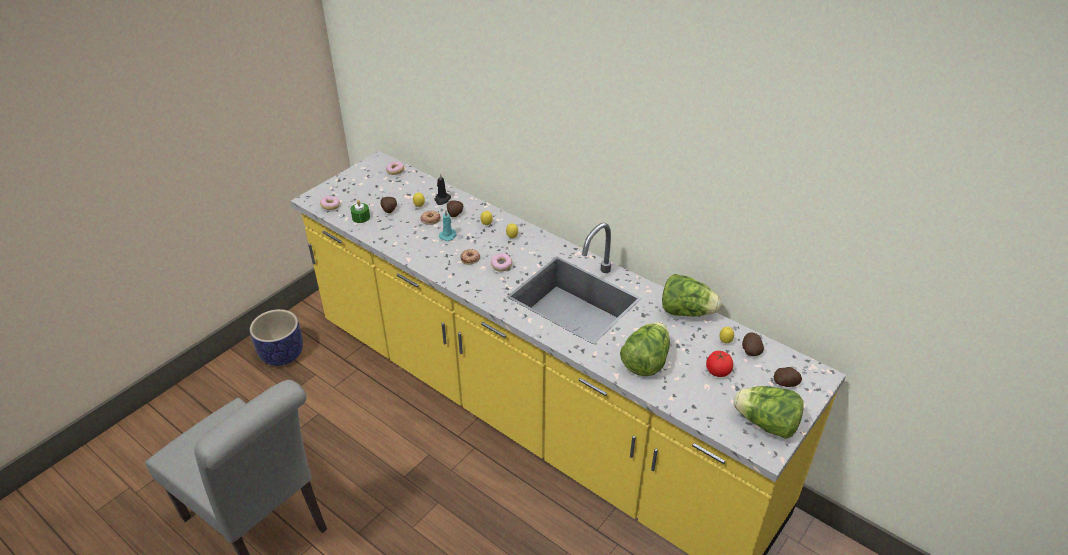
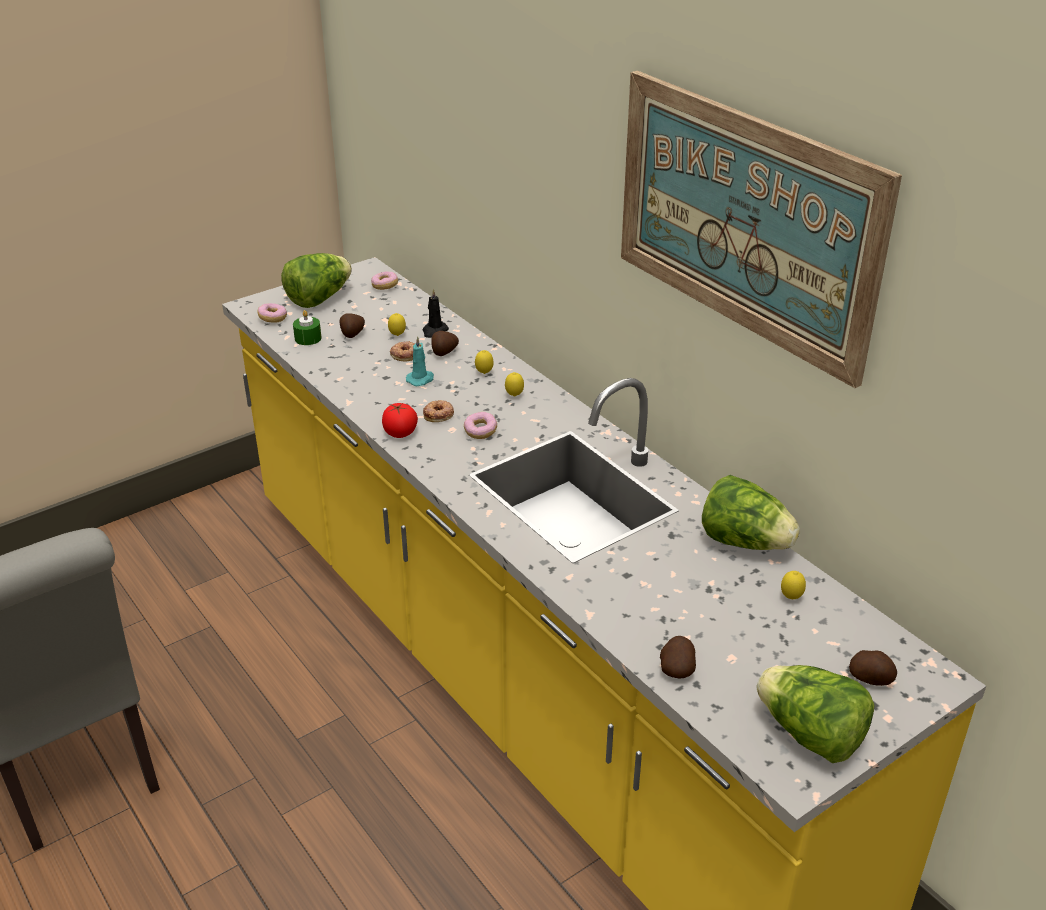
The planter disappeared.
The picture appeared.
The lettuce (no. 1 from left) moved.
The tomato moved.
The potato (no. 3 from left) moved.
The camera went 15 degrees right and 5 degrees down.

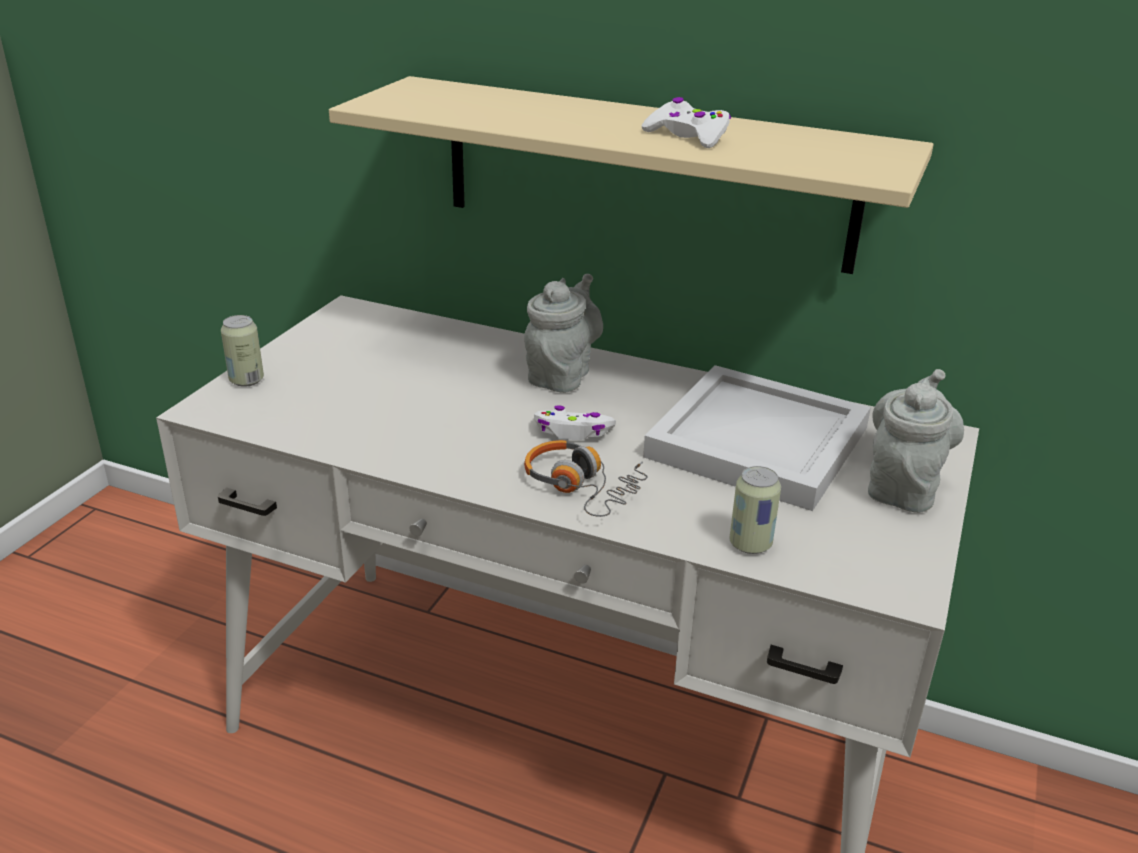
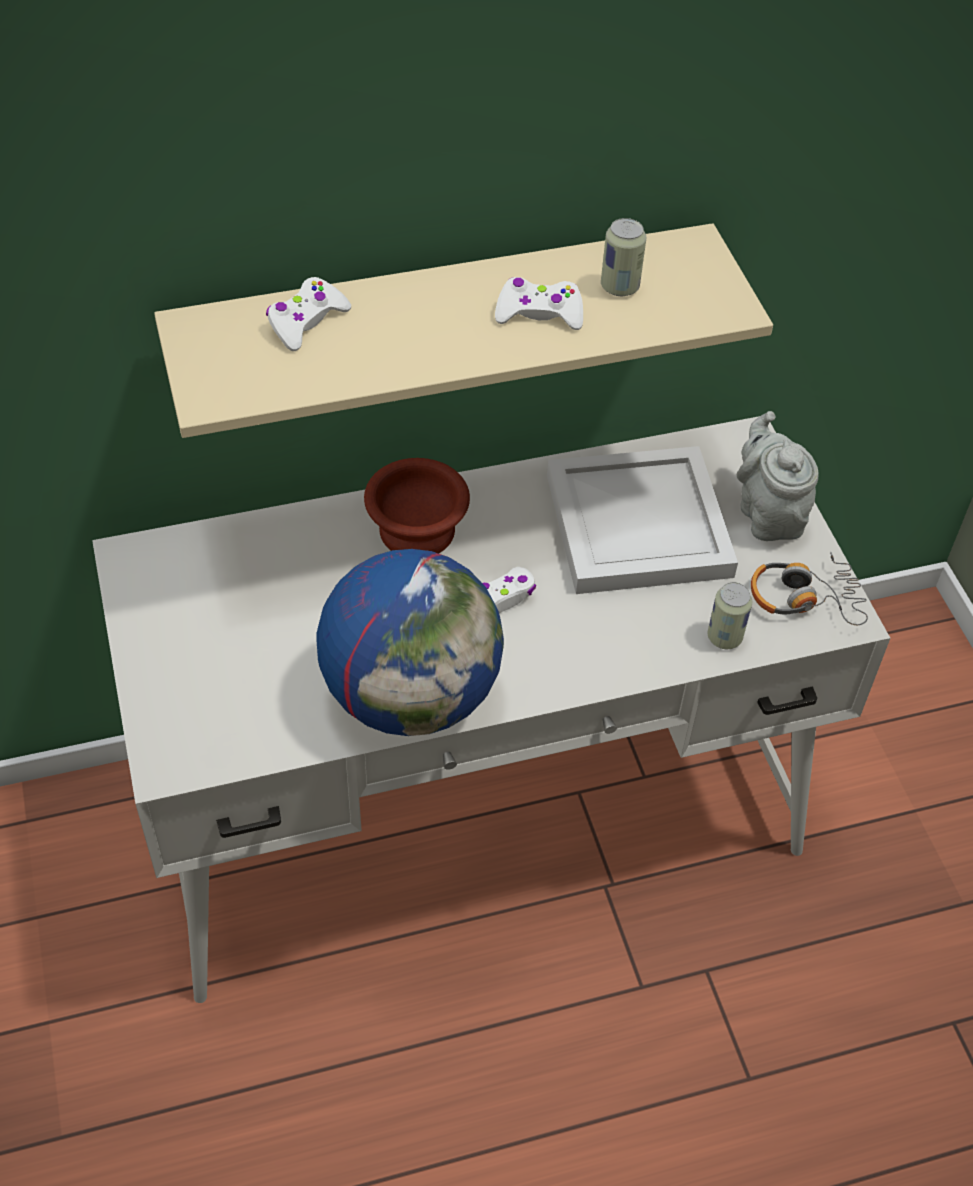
The game controller (white) (no. 1 from left) appeared.
The globe appeared.
The can (no. 1 from left) moved.
The headphones moved.
The teapot (grey) (no. 1 from left) was replaced by the bowl (brown).
The camera went 40 degrees left and 20 degrees up.

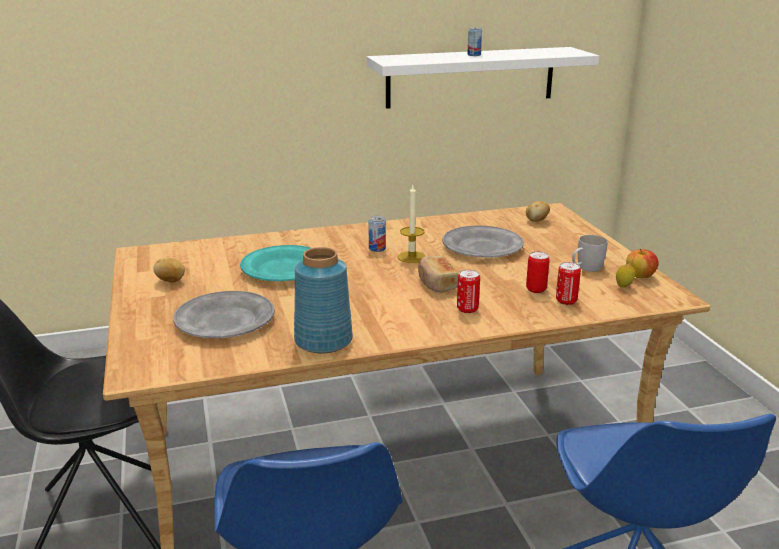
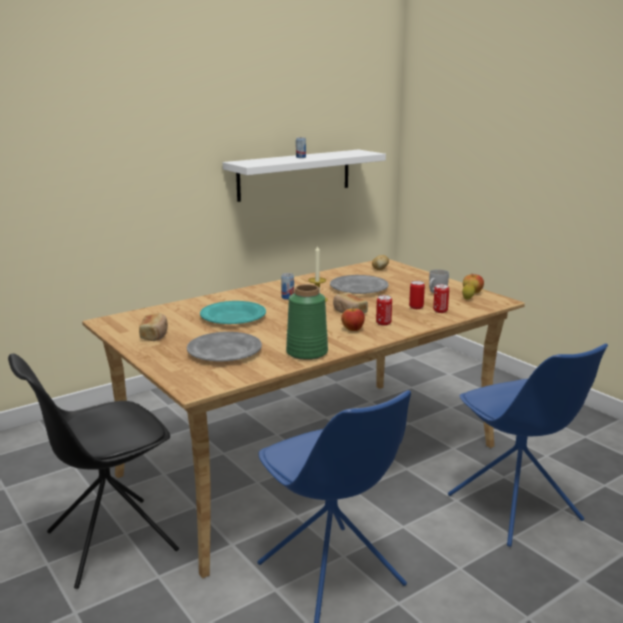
The apple (no. 1 from left) appeared.
The potato (no. 1 from left) was replaced by the bread (no. 1 from left).
The vase (blue) became the vase (green).
The camera went 20 degrees left and 5 degrees down.

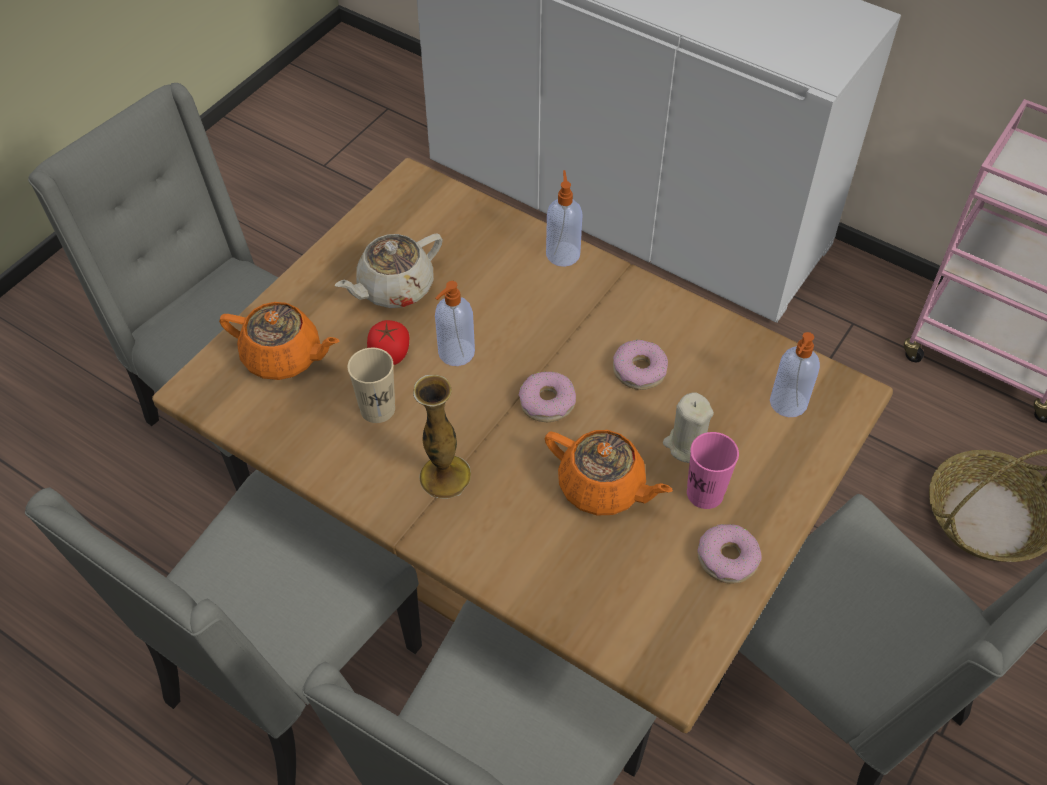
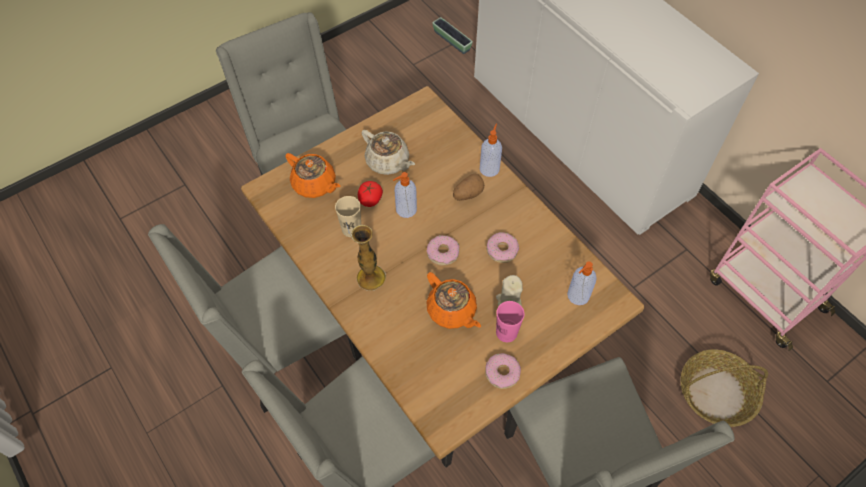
The planter appeared.
The potato appeared.
The teapot (beige) turned 120 degrees counterclockwise.
The camera went 20 degrees right and 5 degrees up.

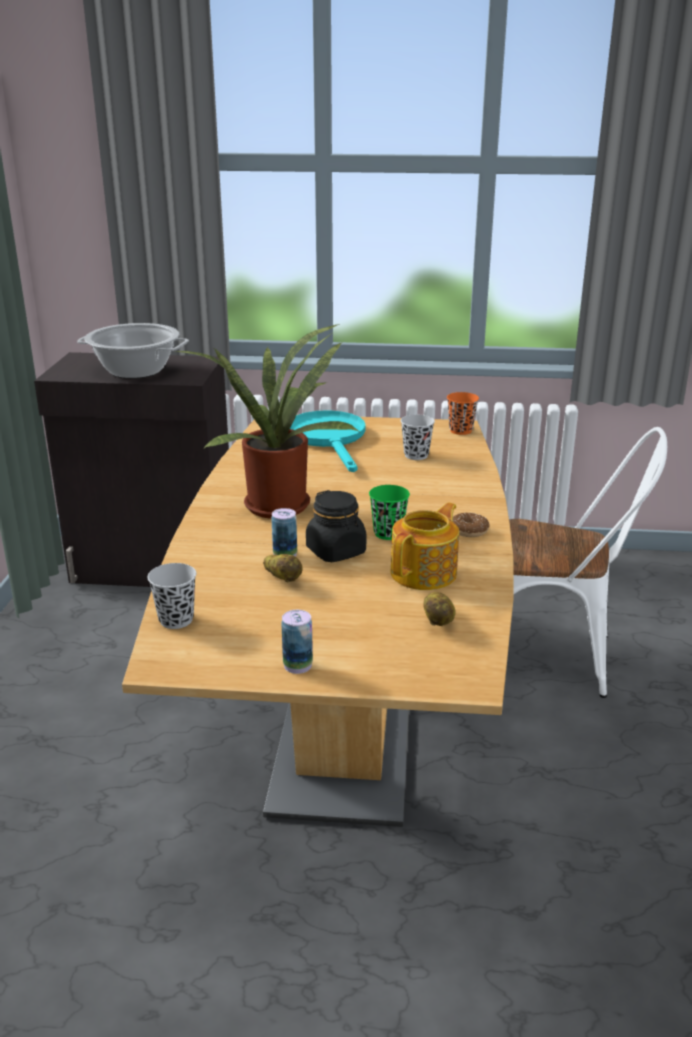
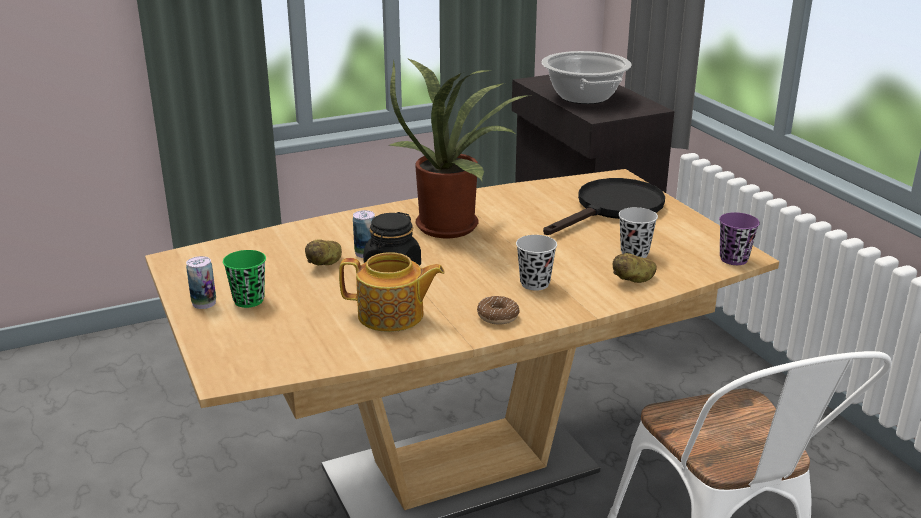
The cup (black) (no. 1 from left) moved.
The cup (green) moved.
The potato (no. 2 from left) moved.
The frying pan (turquoise) became the frying pan (black).
The cup (orange) became the cup (purple).
The camera went 60 degrees right and 0 degrees up.

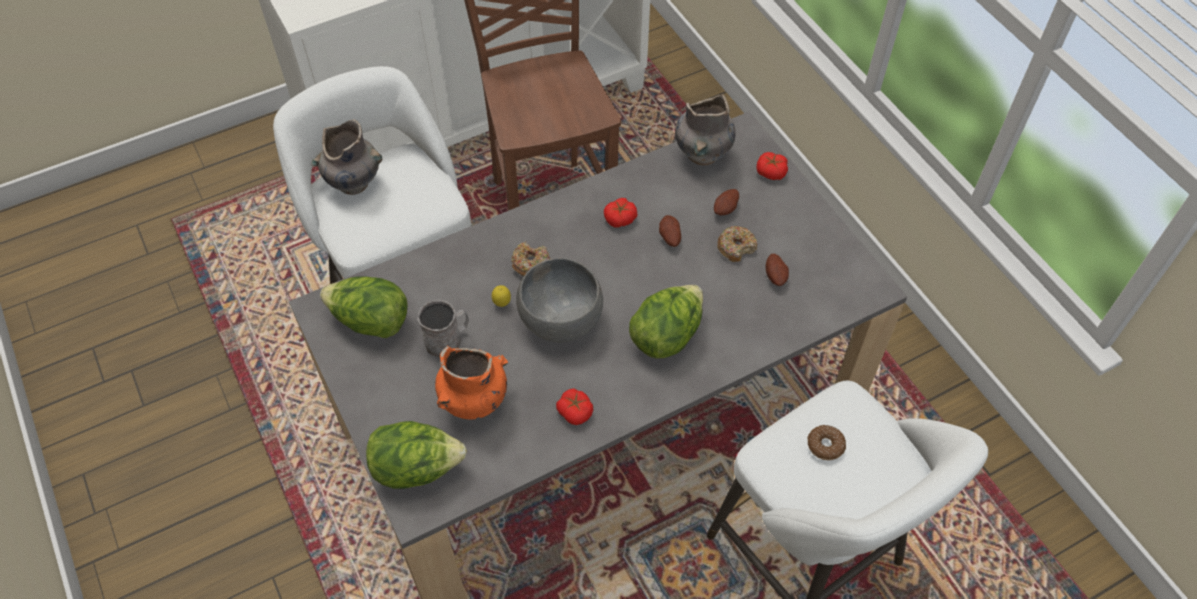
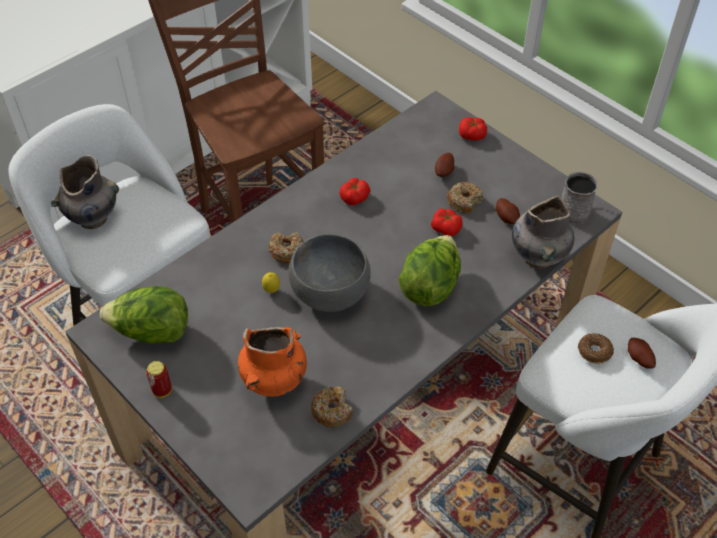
The lettuce (no. 2 from left) disappeared.
The can appeared.
The donut (no. 2 from left) appeared.
The mug (grey) moved.
The tomato (no. 1 from left in the first image) moved.
The potato (no. 1 from left in the first image) moved.
The vase (grey) (no. 2 from left) moved.
The camera went 15 degrees left and 5 degrees down.

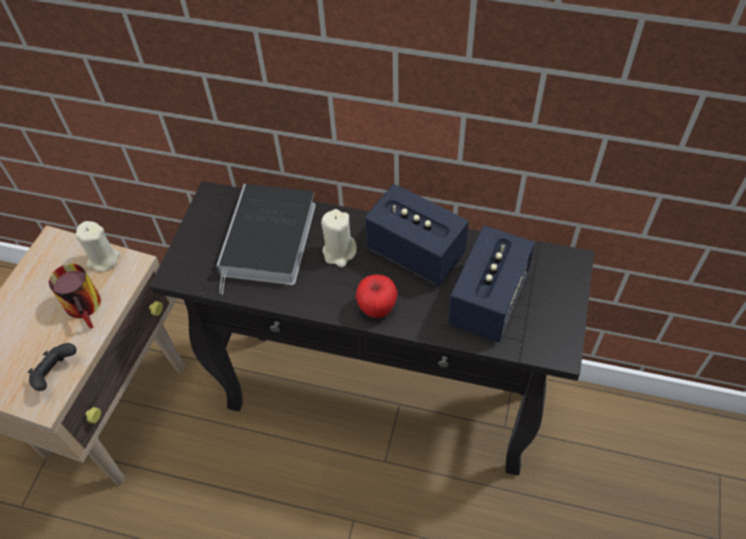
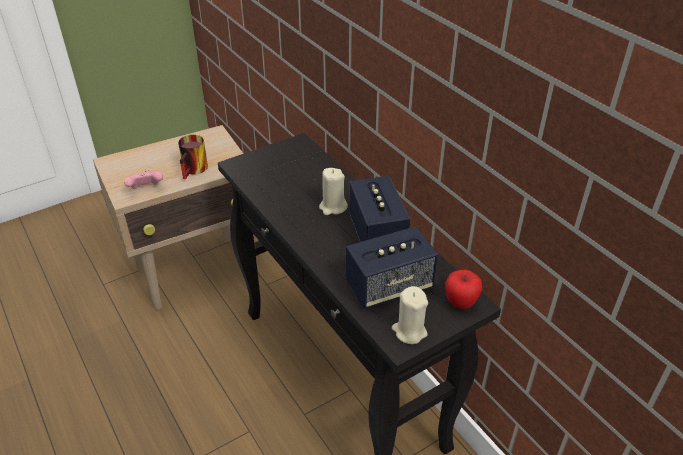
The book disappeared.
The candle (beige) (no. 1 from left in the first image) moved.
The apple moved.
The game controller (black) became the game controller (pink).
The camera went 40 degrees right and 15 degrees down.

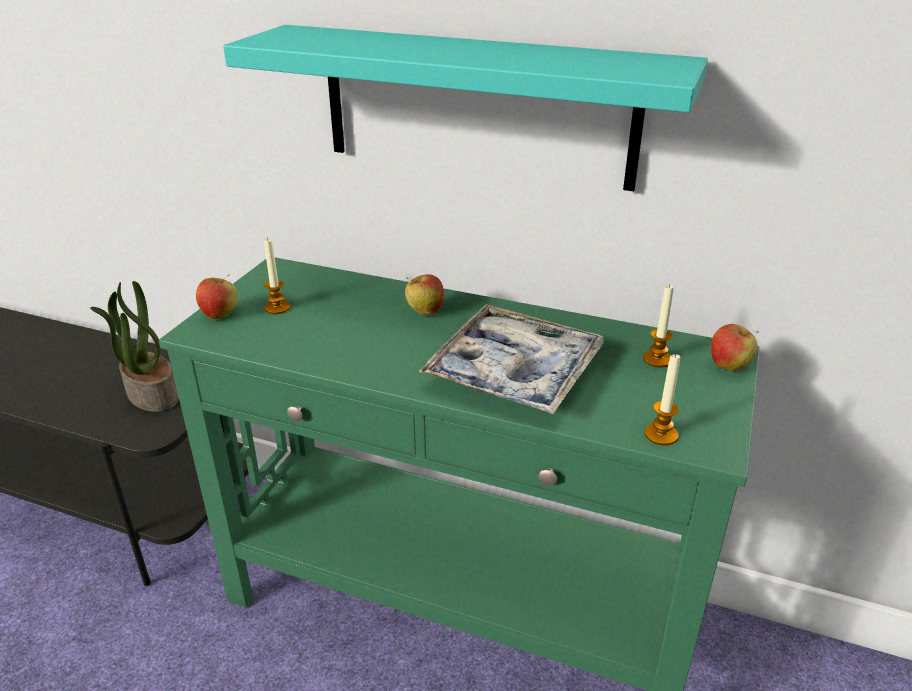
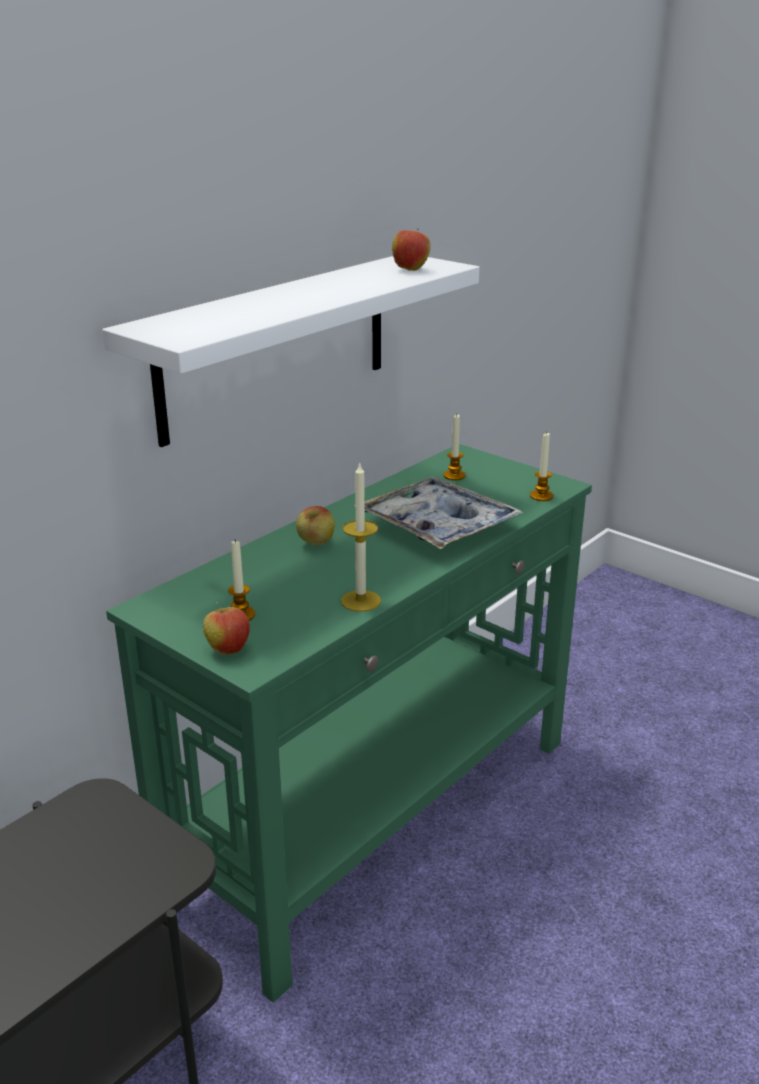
The potted plant disappeared.
The candle (no. 2 from left) appeared.
The apple (no. 3 from left) moved.
The shelf (turquoise) became the shelf (white).
The camera went 70 degrees left and 5 degrees down.

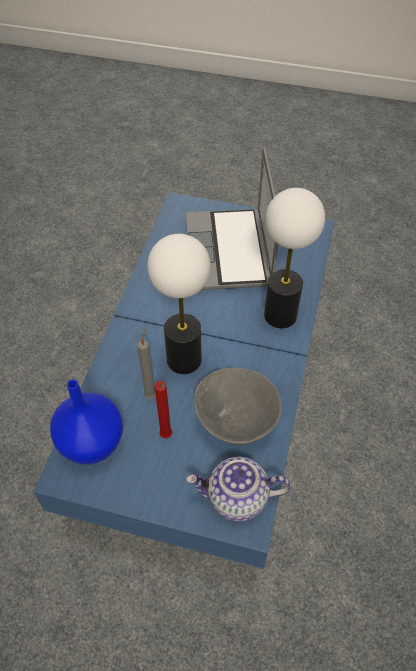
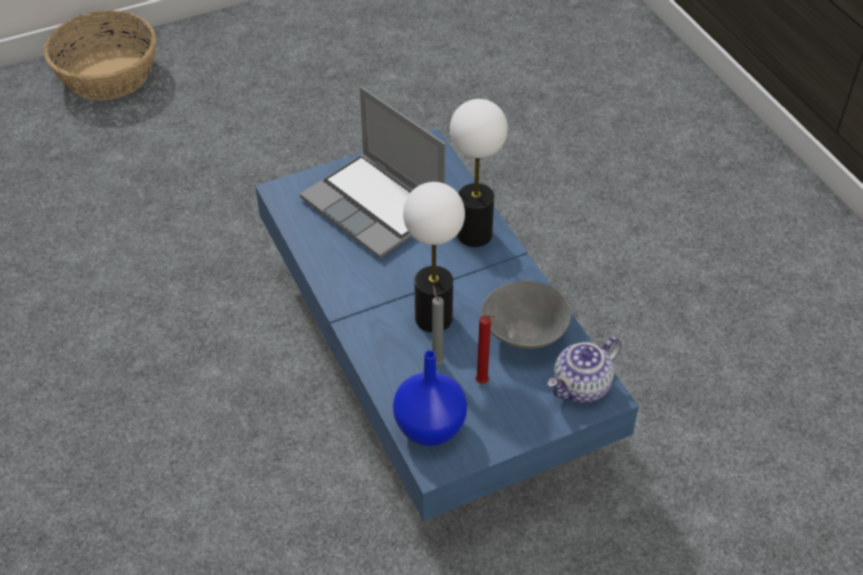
The basket appeared.
The camera went 40 degrees left and 5 degrees down.

